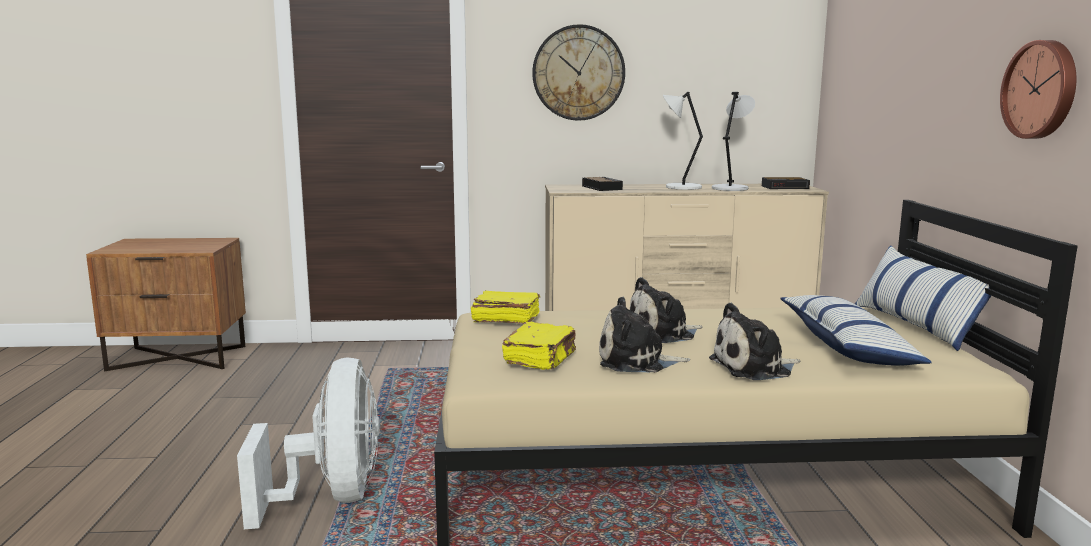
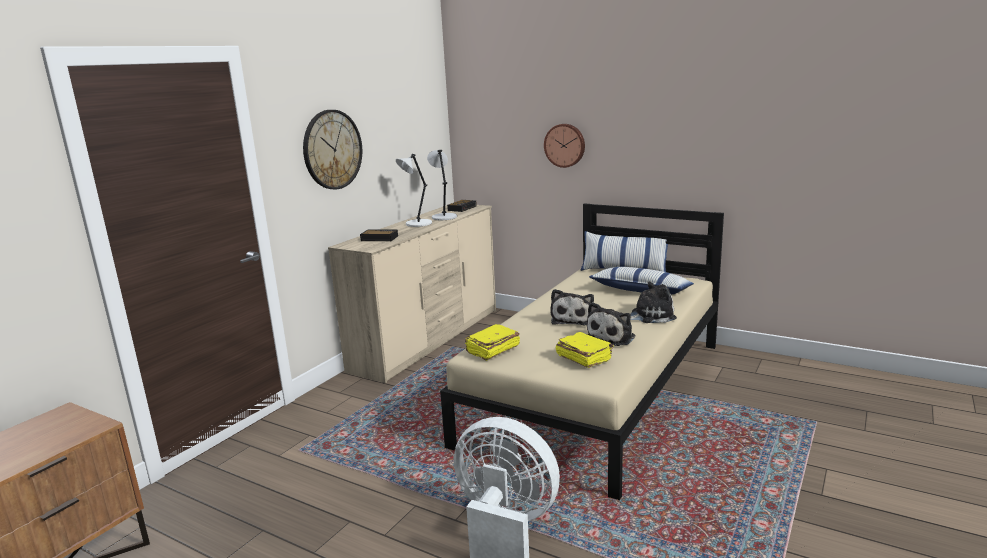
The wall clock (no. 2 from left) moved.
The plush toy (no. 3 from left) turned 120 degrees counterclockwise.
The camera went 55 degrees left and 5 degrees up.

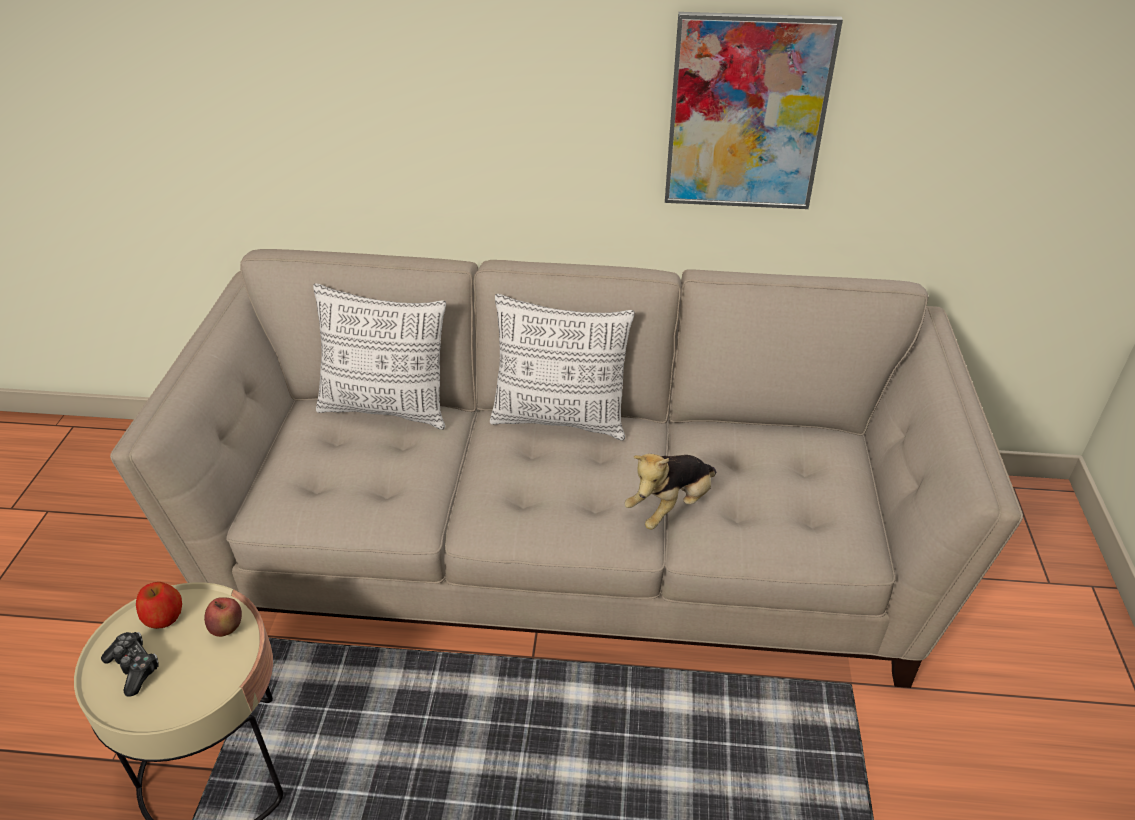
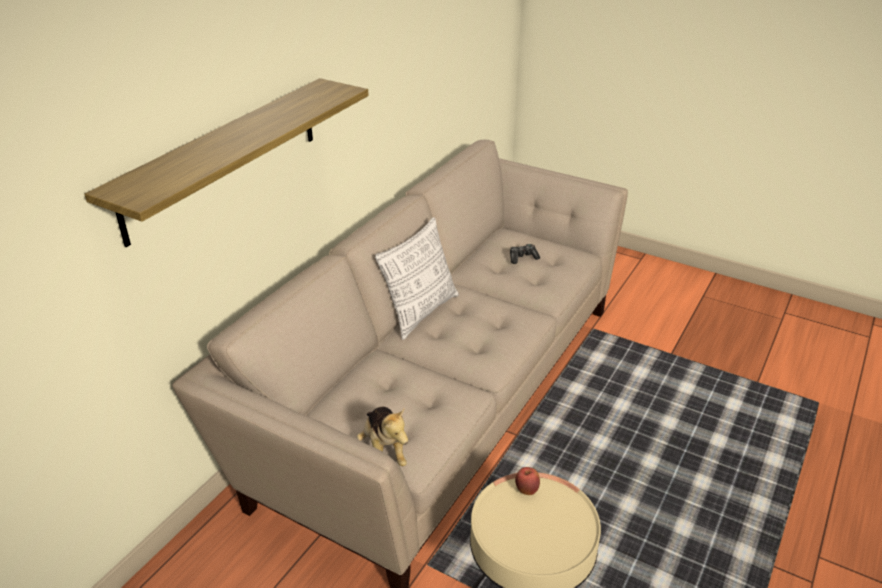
The apple (no. 1 from left) disappeared.
The pillow (no. 1 from left) disappeared.
The picture disappeared.
The shelf appeared.
The game controller moved.
The plush toy moved.
The camera went 65 degrees left and 5 degrees down.

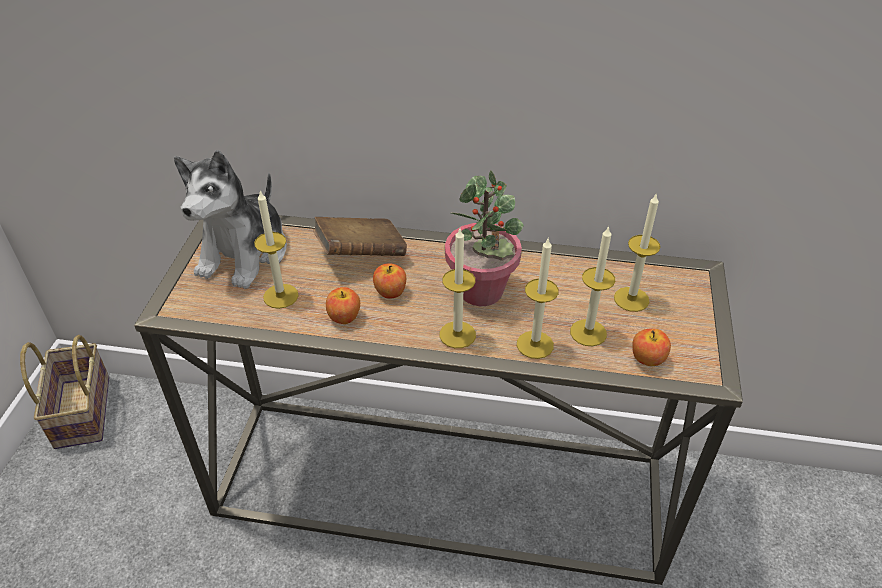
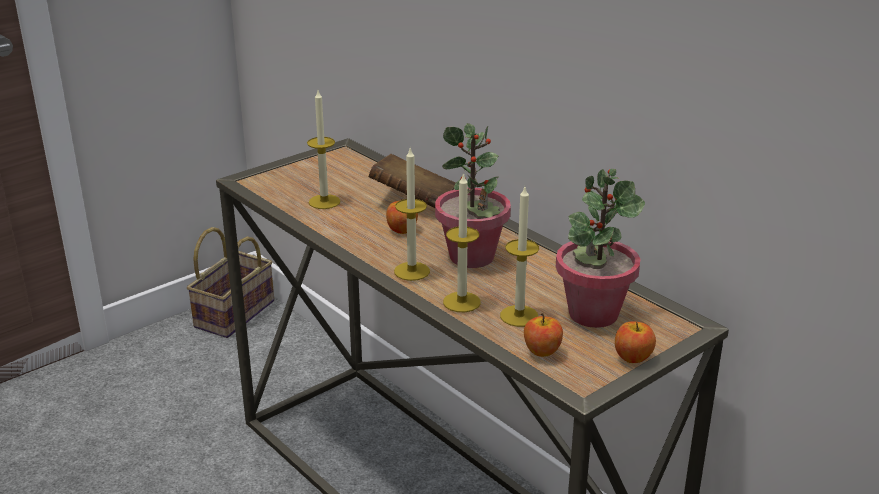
The plush toy disappeared.
The apple (no. 1 from left in the first image) moved.
The candle (no. 5 from left) was replaced by the potted plant (no. 2 from left).
The camera went 40 degrees right and 15 degrees down.

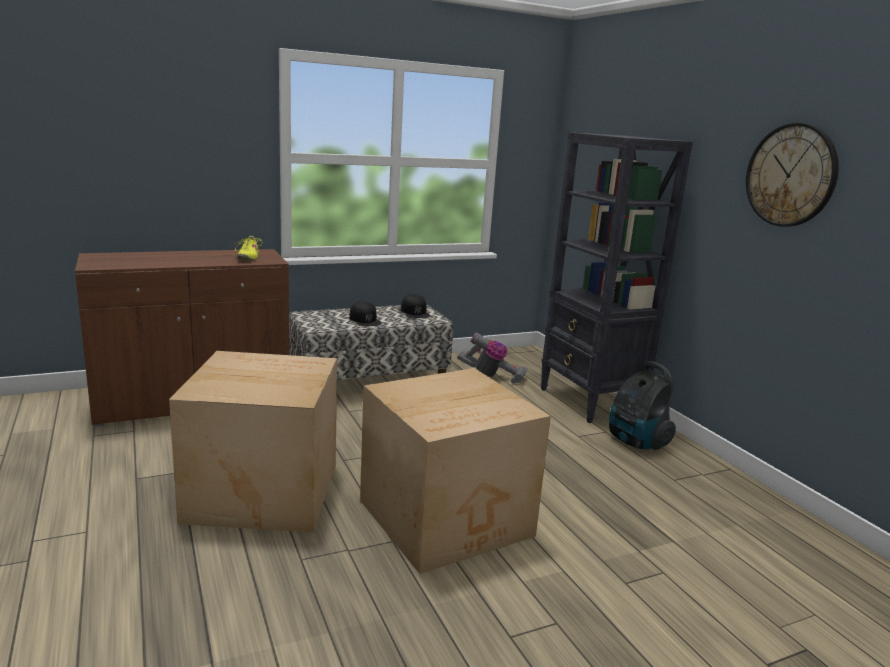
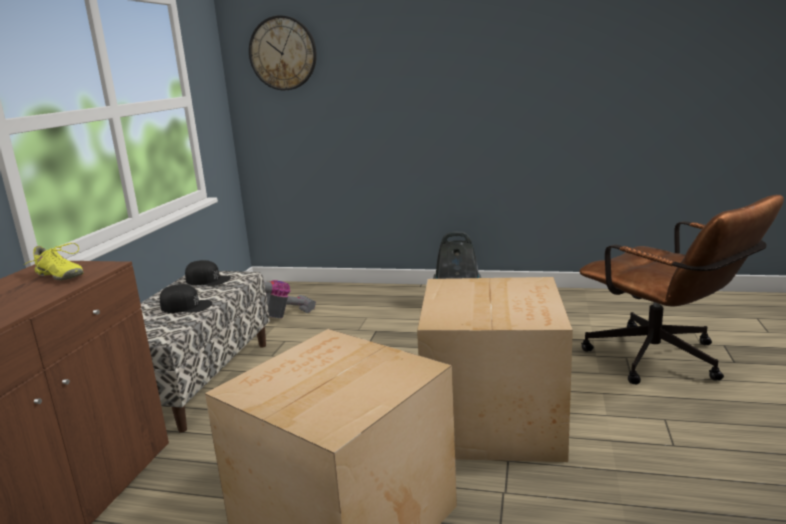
The bookcase (black) disappeared.
The office chair (brown) appeared.
The wall clock moved.
The camera went 50 degrees left and 0 degrees up.

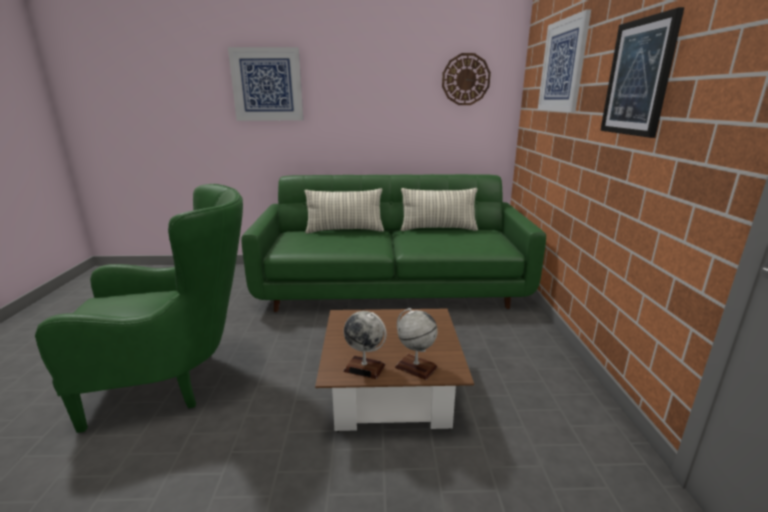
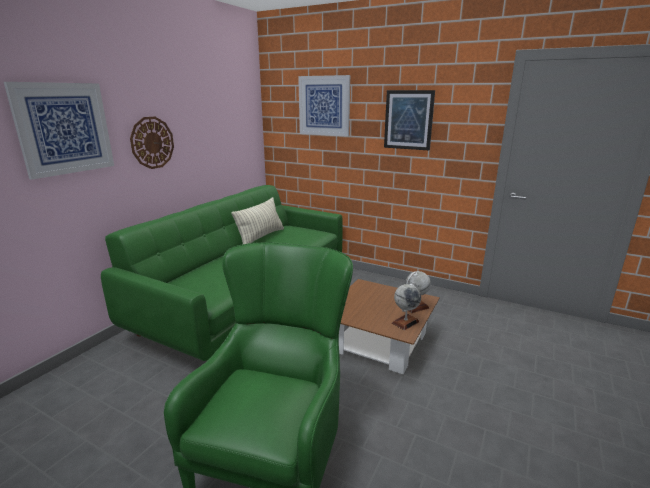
The pillow (no. 1 from left) disappeared.
The wall clock moved.
The camera went 60 degrees left and 0 degrees up.

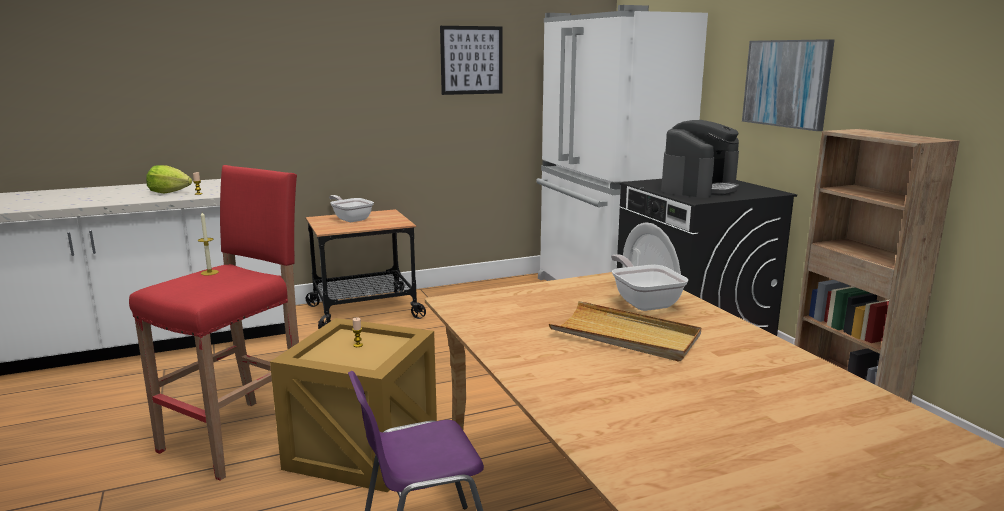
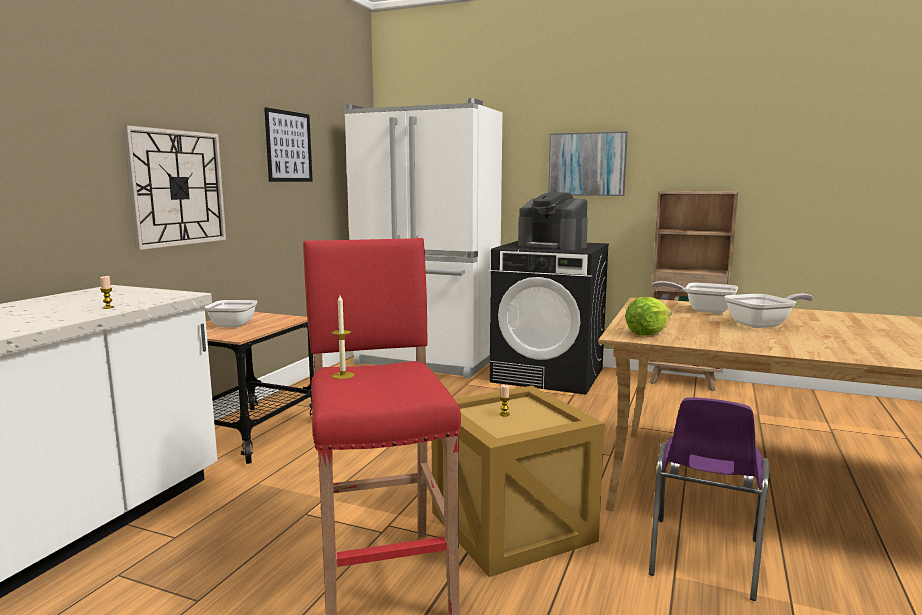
The wall clock appeared.
The lettuce moved.
The tray (beige) was replaced by the frying pan (no. 3 from left).
The coffee machine turned 135 degrees clockwise.
The camera went 45 degrees left and 5 degrees down.

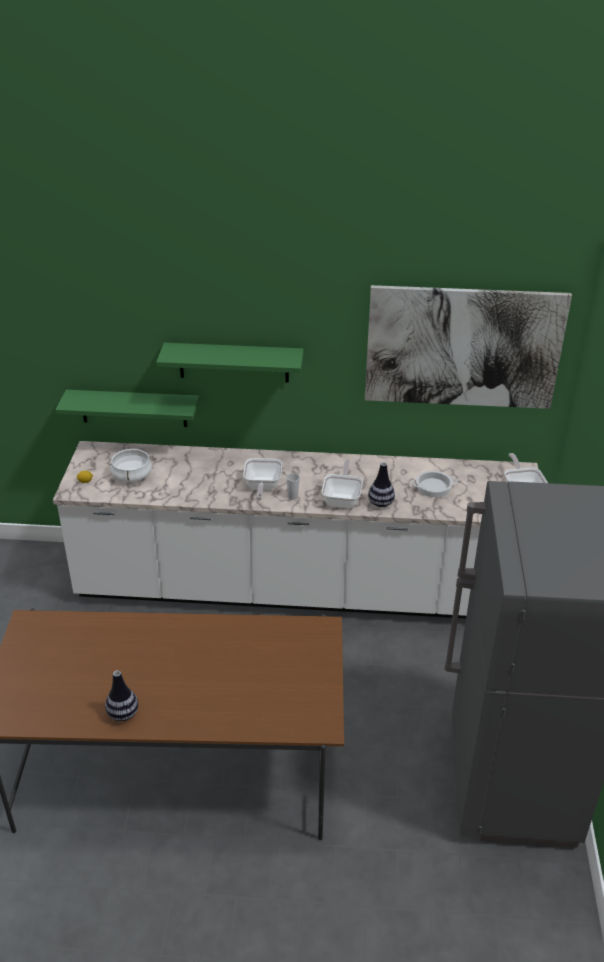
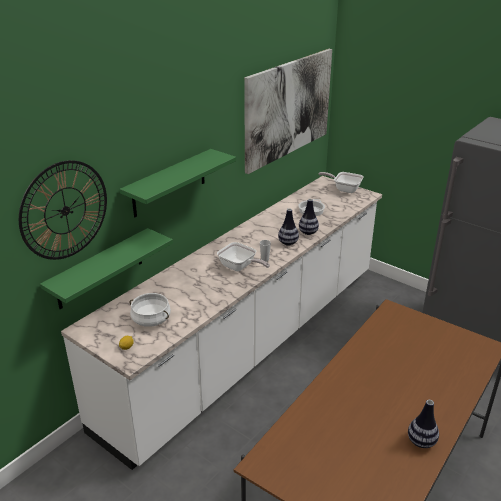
The wall clock appeared.
The frying pan (no. 2 from left) was replaced by the vase (no. 1 from left).
The camera went 55 degrees left and 5 degrees down.

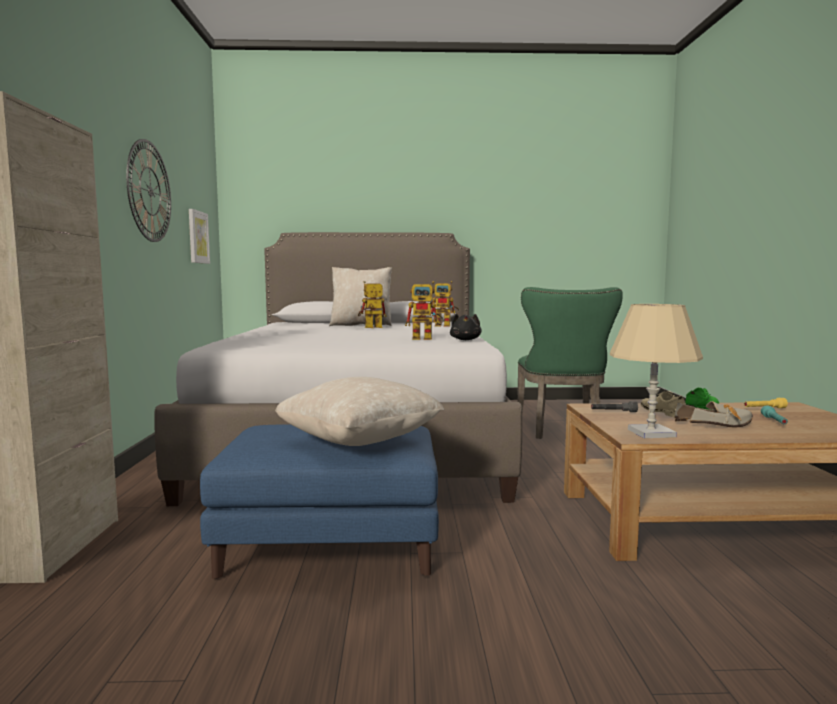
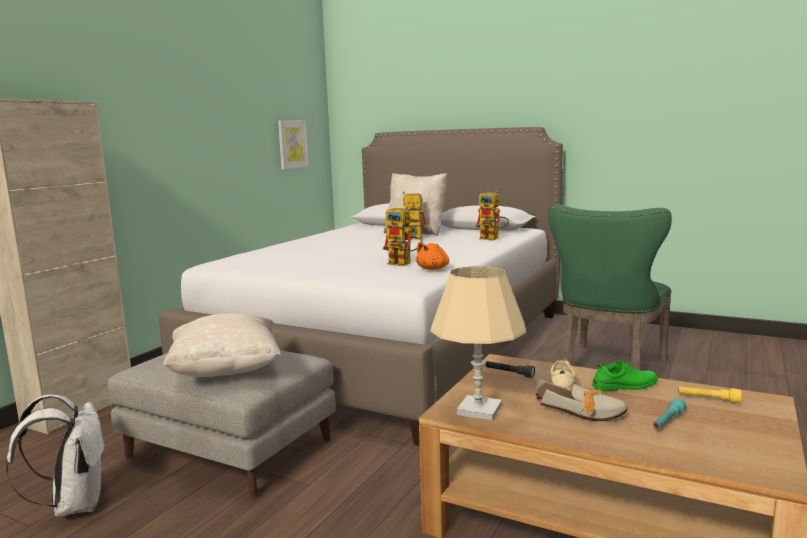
The wall clock disappeared.
The backpack (white) appeared.
The ottoman (blue) became the ottoman (grey).
The plush toy (black) became the plush toy (orange).
The camera went 30 degrees right and 5 degrees up.

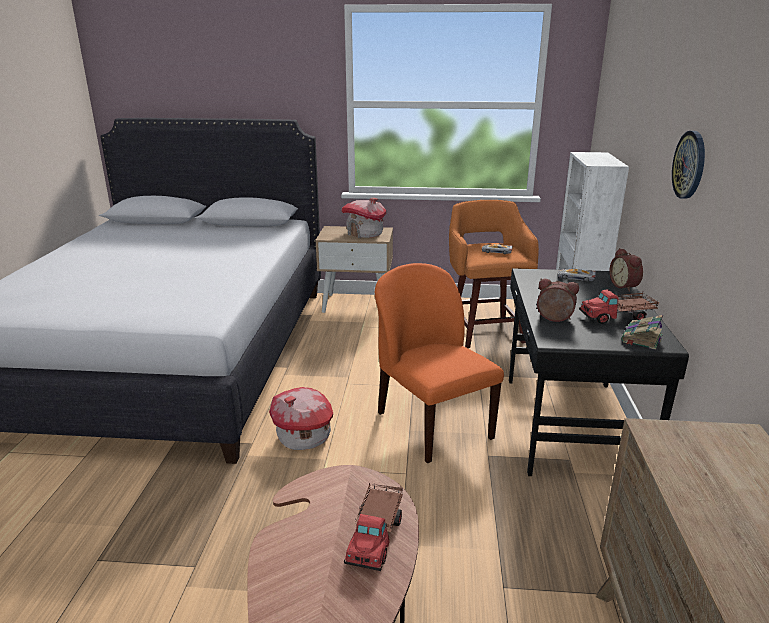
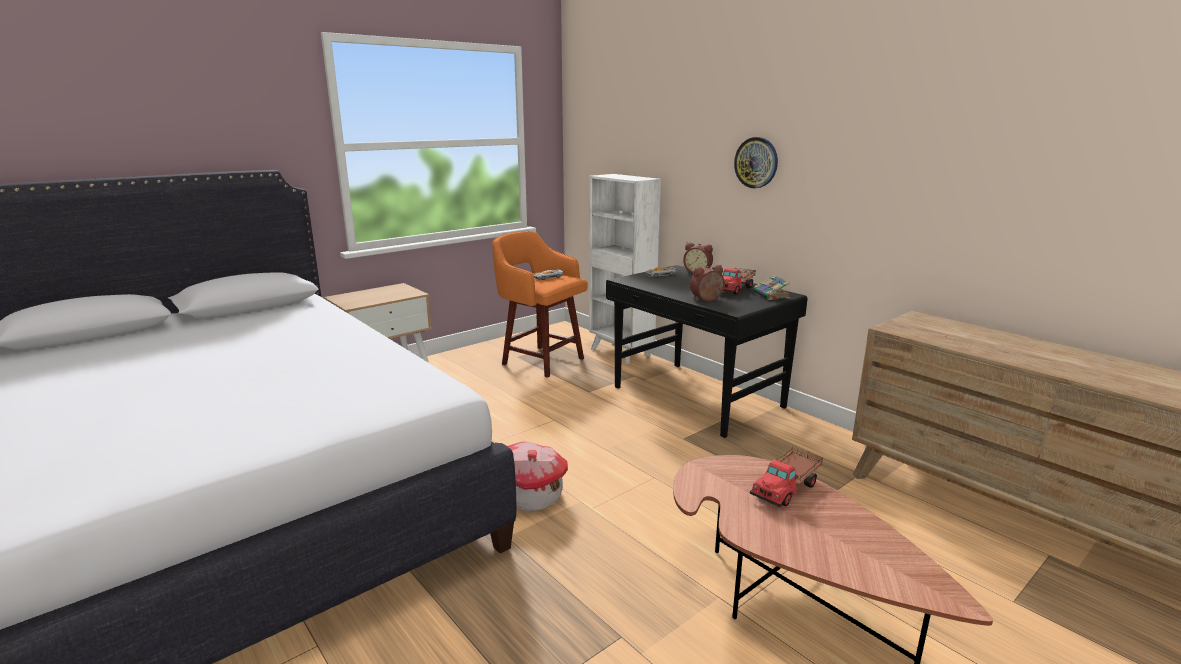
The toy house (no. 2 from left) disappeared.
The chair (orange) disappeared.
The toy truck (no. 1 from left in the first image) turned 75 degrees clockwise.
The camera went 45 degrees left and 5 degrees down.

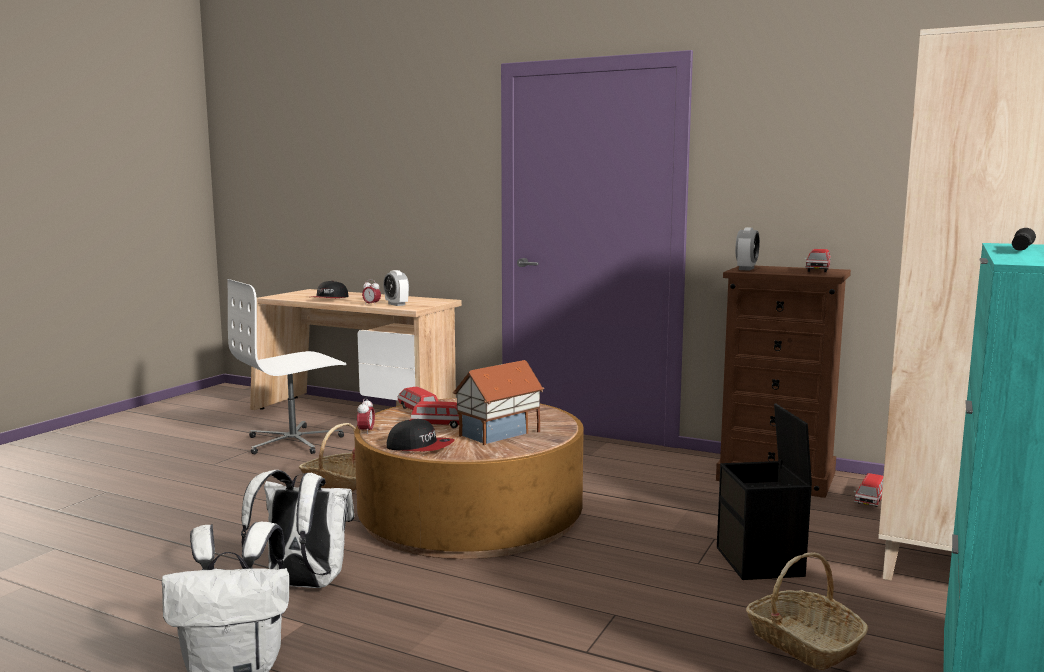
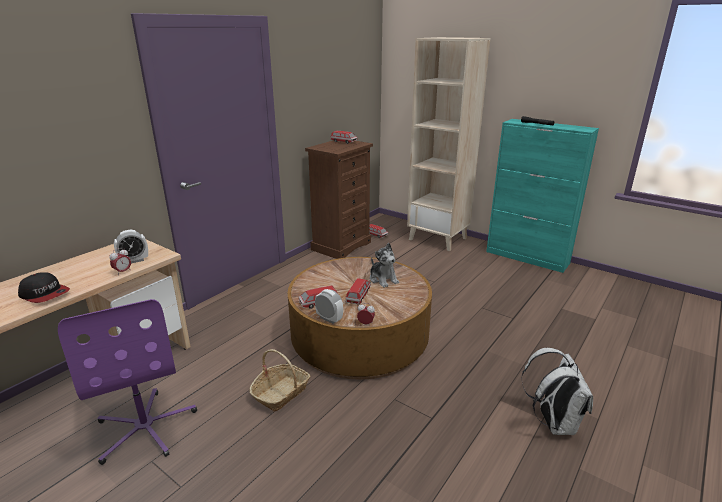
The backpack (white) (no. 2 from left) disappeared.
The cap (no. 2 from left) disappeared.
The storage box (black) disappeared.
The basket (no. 2 from left) disappeared.
The alarm clock (no. 4 from left in the first image) moved.
The toy house was replaced by the plush toy.
The office chair (white) became the office chair (purple).
The camera went 80 degrees left and 15 degrees up.

